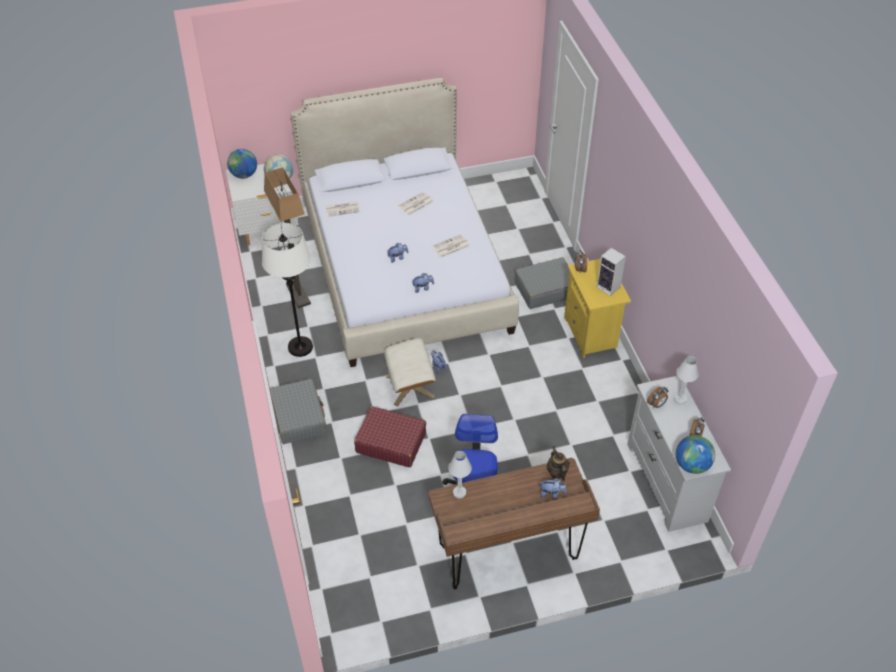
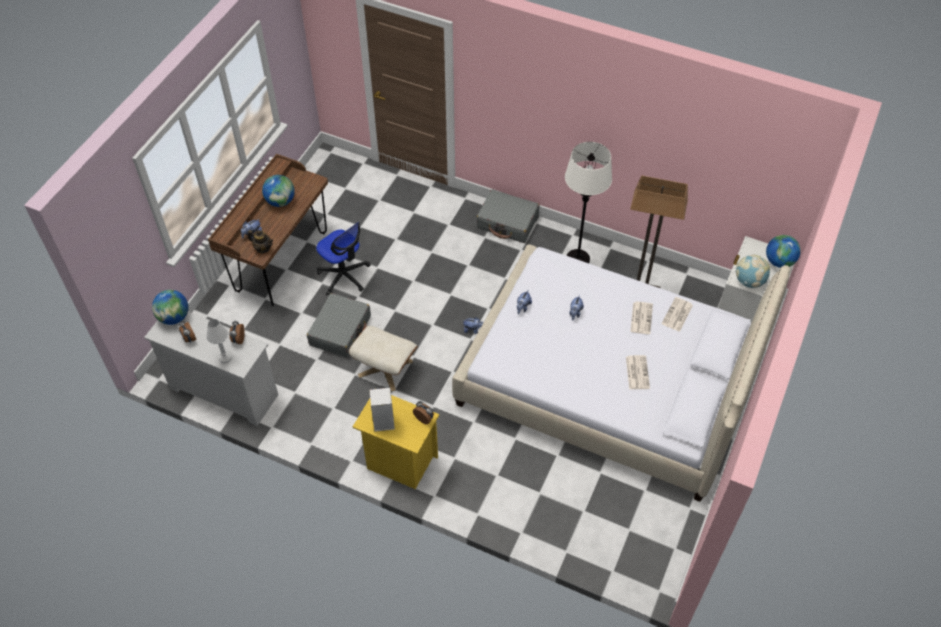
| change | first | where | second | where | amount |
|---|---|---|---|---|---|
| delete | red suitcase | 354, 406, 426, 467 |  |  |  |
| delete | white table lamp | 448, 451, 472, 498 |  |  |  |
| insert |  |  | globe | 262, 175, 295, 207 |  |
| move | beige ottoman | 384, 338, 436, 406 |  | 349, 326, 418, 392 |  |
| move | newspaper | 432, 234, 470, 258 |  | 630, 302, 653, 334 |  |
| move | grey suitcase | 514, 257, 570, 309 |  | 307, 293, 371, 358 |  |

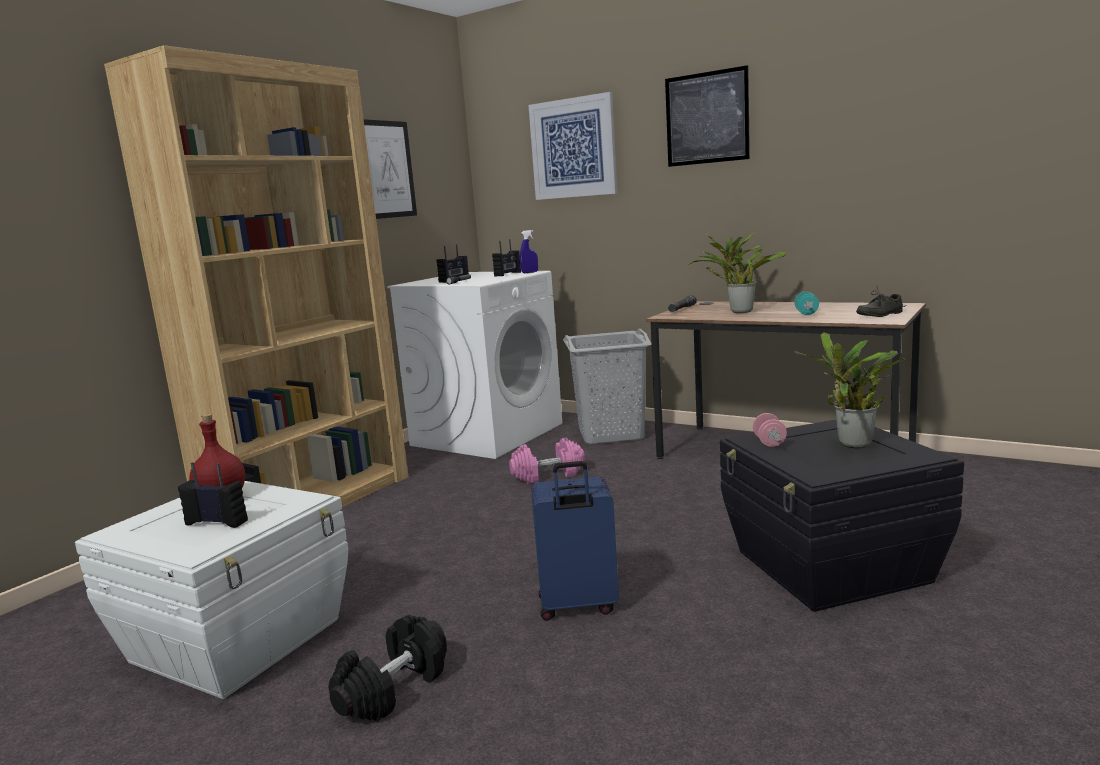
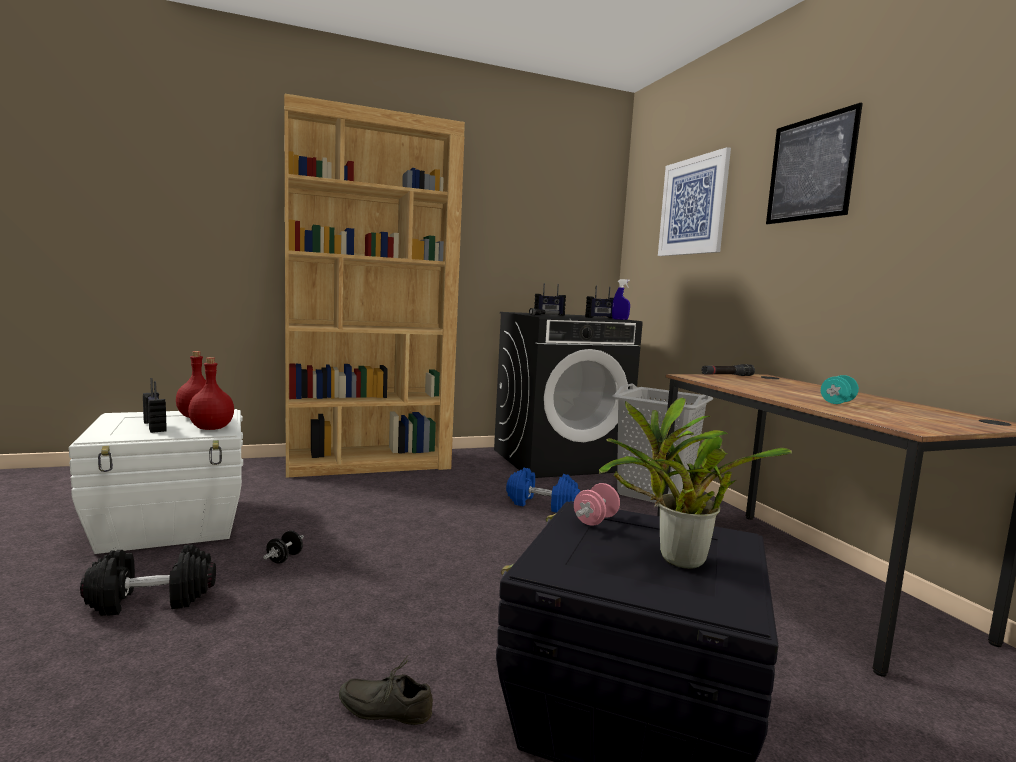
| change | first | where | second | where | amount |
|---|---|---|---|---|---|
| delete | picture | 364, 119, 417, 219 |  |  |  |
| delete | blue suitcase | 531, 461, 619, 621 |  |  |  |
| delete | potted plant | 688, 232, 786, 313 |  |  |  |
| insert |  |  | red bottle | 188, 357, 234, 430 |  |
| insert |  |  | black dumbbell | 263, 531, 304, 564 |  |
| move | grey shoe | 856, 285, 903, 317 |  | 339, 656, 433, 725 |  |
| recolor | white washing machine | 387, 271, 562, 459 | black washing machine | 494, 312, 643, 478 |  |
| recolor | pink dumbbell | 509, 438, 585, 484 | blue dumbbell | 506, 468, 580, 513 |  |

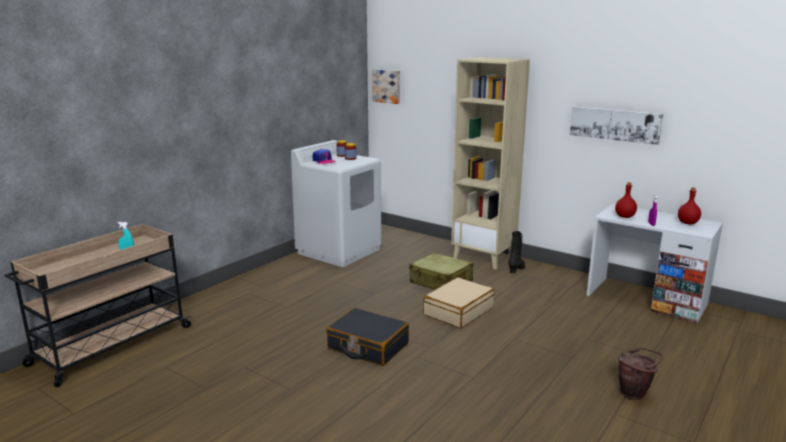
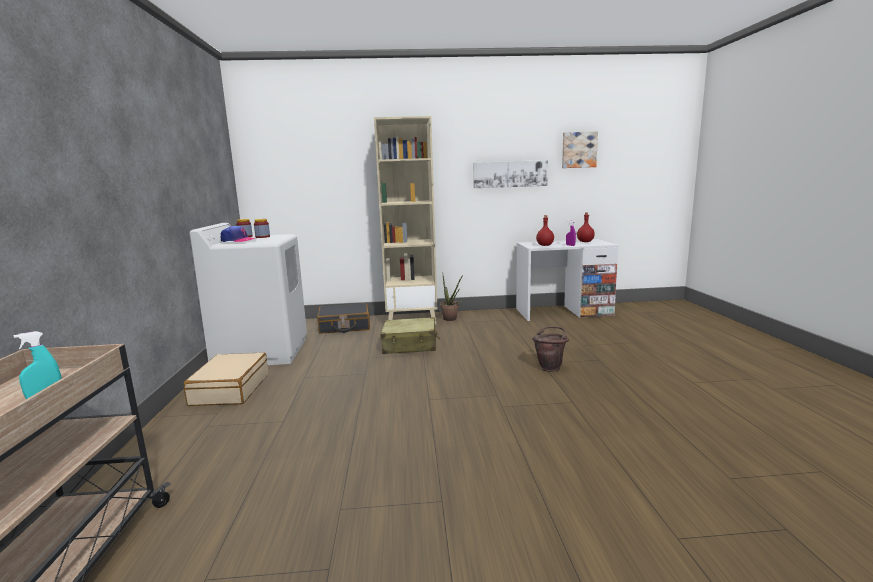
| change | first | where | second | where | amount |
|---|---|---|---|---|---|
| move | black suitcase | 326, 308, 409, 366 |  | 317, 303, 370, 334 |  |
| move | picture | 372, 69, 400, 104 |  | 562, 132, 598, 168 |  |
| move | beige suitcase | 423, 277, 494, 328 |  | 184, 352, 268, 406 |  |
| move | brown bucket | 619, 347, 663, 400 |  | 532, 326, 569, 372 |  |
| replace | black boot | 508, 231, 525, 273 | potted plant | 440, 275, 463, 321 |  |

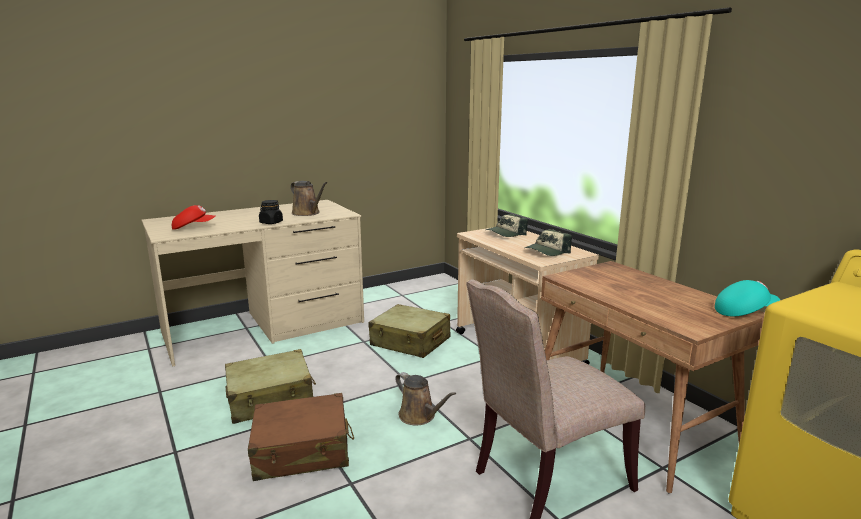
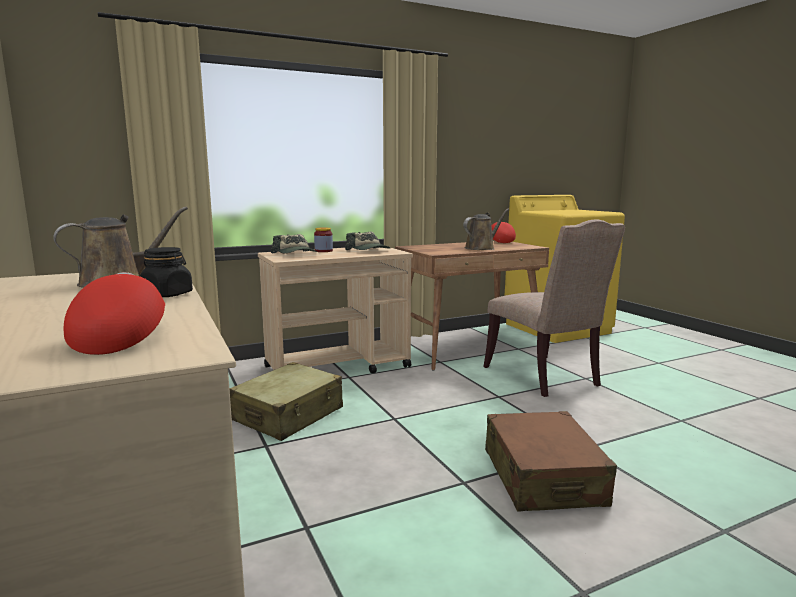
| change | first | where | second | where | amount |
|---|---|---|---|---|---|
| delete | beige suitcase | 225, 349, 316, 424 |  |  |  |
| insert |  |  | jar | 314, 227, 333, 252 |  |
| move | brown watering can | 395, 372, 456, 425 |  | 463, 209, 509, 250 |  |
| recolor | turquoise cap | 715, 280, 780, 317 | red cap | 492, 222, 516, 243 |  |

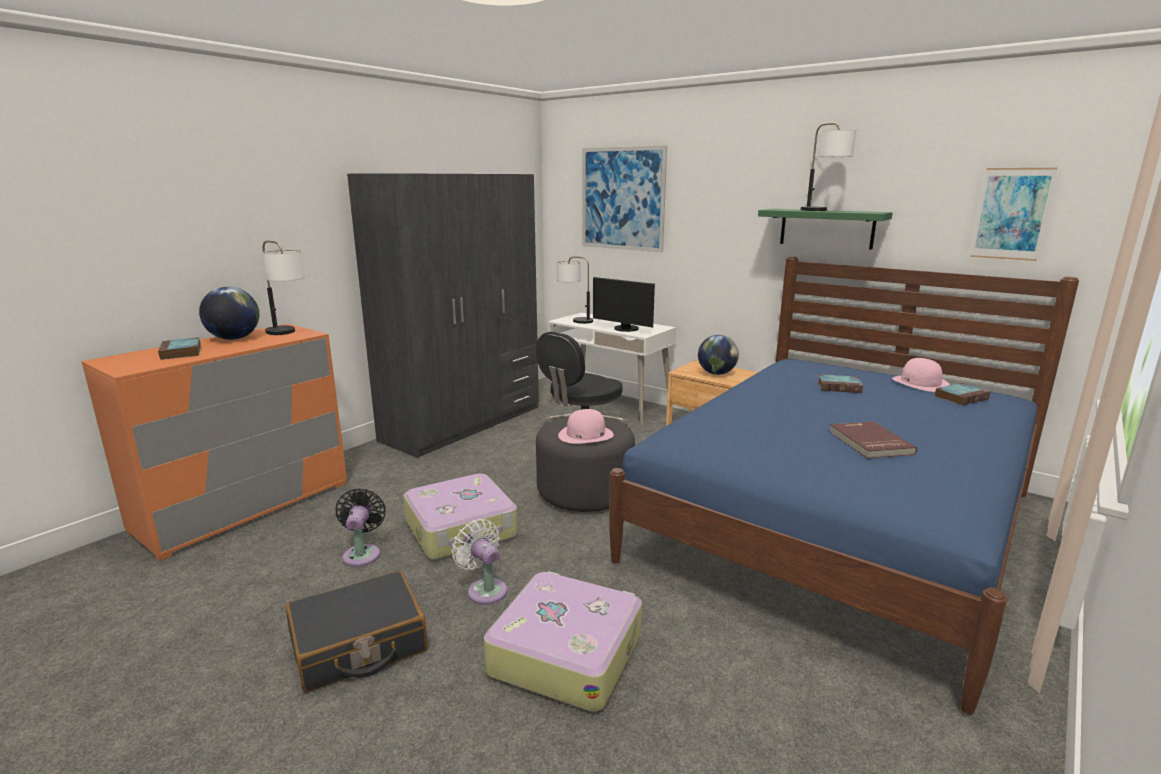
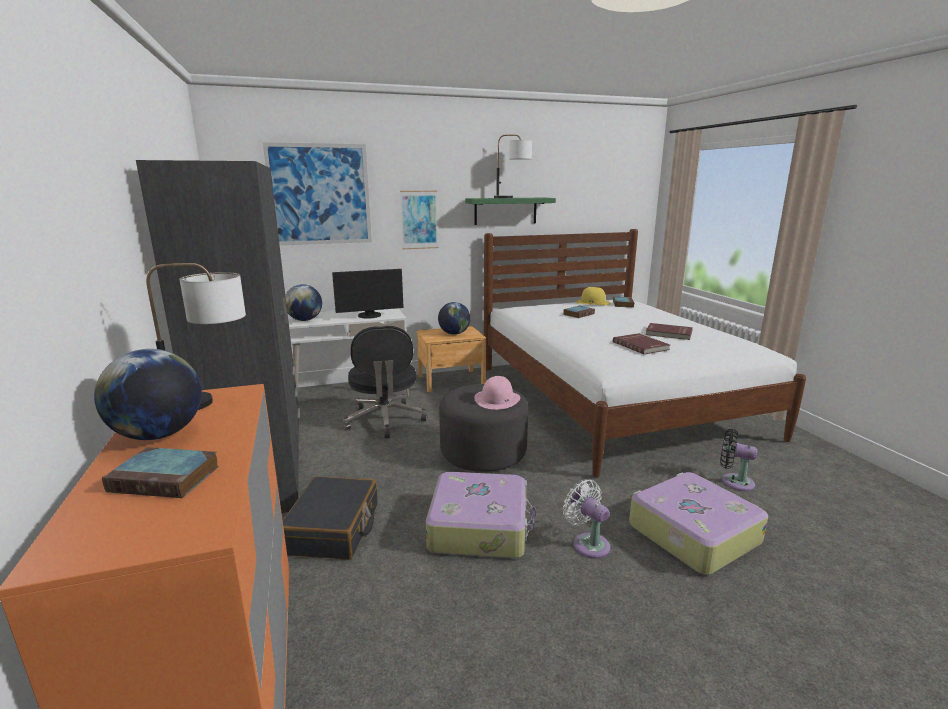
| change | first | where | second | where | amount |
|---|---|---|---|---|---|
| insert |  |  | red book | 613, 333, 670, 354 |  |
| move | black suitcase | 286, 571, 428, 692 |  | 283, 476, 378, 560 |  |
| move | black fan | 336, 488, 386, 567 |  | 720, 429, 757, 491 |  |
| move | picture | 970, 168, 1057, 261 |  | 400, 191, 438, 249 |  |
| replace | table lamp | 557, 256, 593, 324 | globe | 285, 284, 322, 321 |  |
| recolor | blue bed | 609, 256, 1079, 715 | white bed | 484, 229, 806, 477 |  |
| recolor | pink hat | 892, 358, 950, 392 | yellow hat | 576, 287, 610, 305 |  |
| rotate | white fan | 452, 519, 507, 605 |  | 563, 479, 610, 559 | 60 degrees clockwise |

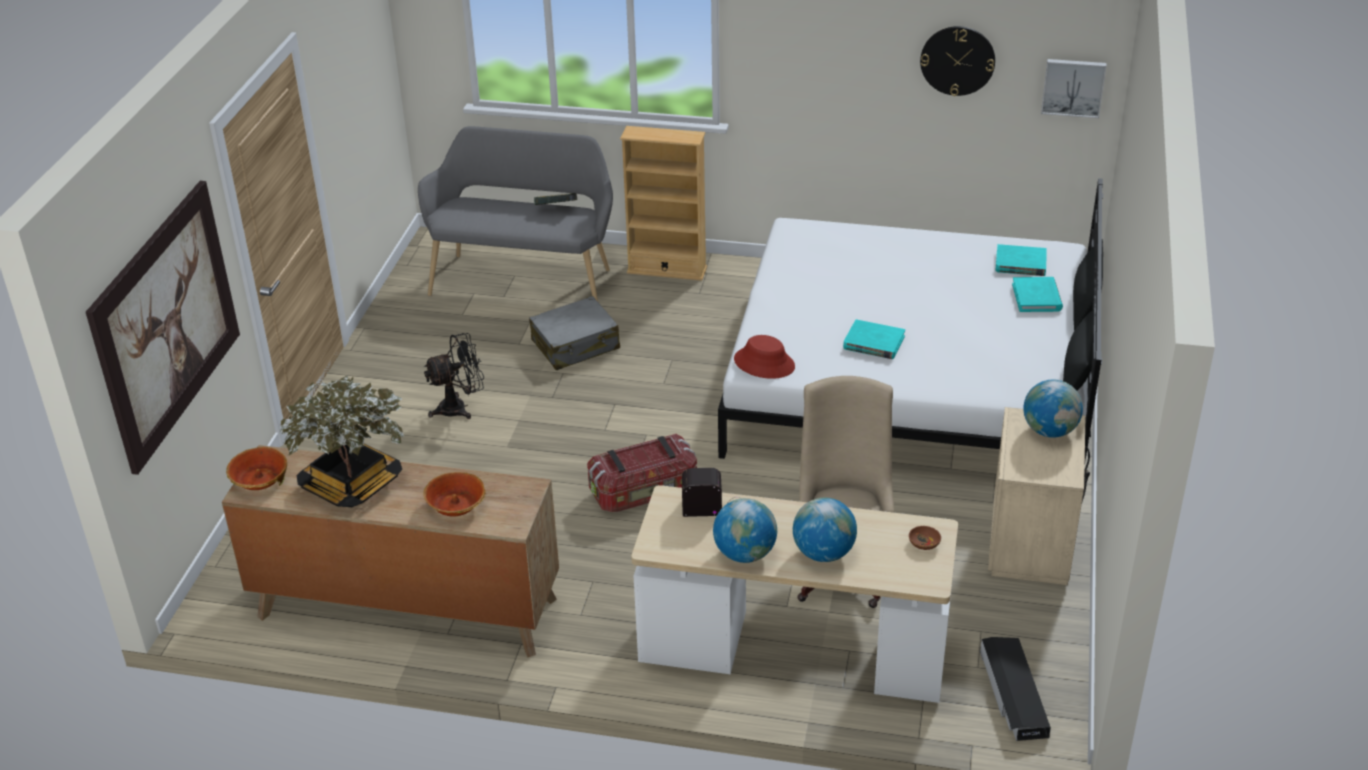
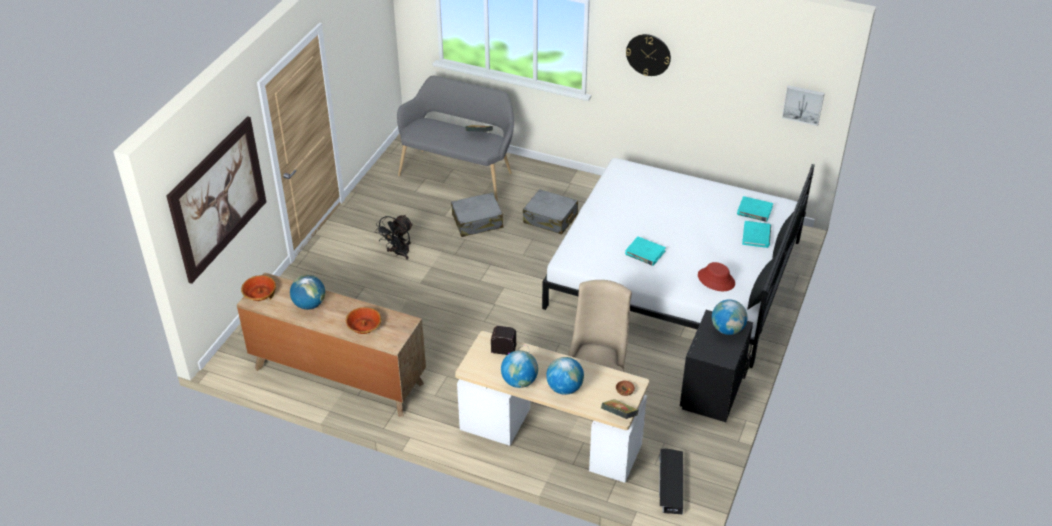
| change | first | where | second | where | amount |
|---|---|---|---|---|---|
| delete | storage box | 587, 434, 697, 512 |  |  |  |
| delete | beige bookcase | 620, 126, 707, 281 |  |  |  |
| insert |  |  | grey suitcase | 523, 189, 578, 235 |  |
| insert |  |  | book | 601, 399, 639, 419 |  |
| move | red hat | 734, 335, 795, 379 |  | 698, 262, 735, 291 |  |
| move | wall clock | 920, 26, 995, 96 |  | 626, 34, 671, 76 |  |
| replace | potted plant | 280, 375, 404, 507 | globe | 290, 275, 325, 310 |  |
| recolor | beige nightstand | 988, 407, 1090, 585 | black nightstand | 680, 310, 753, 422 |  |
| rotate | black fan | 424, 333, 484, 419 |  | 375, 215, 413, 260 | 135 degrees clockwise |

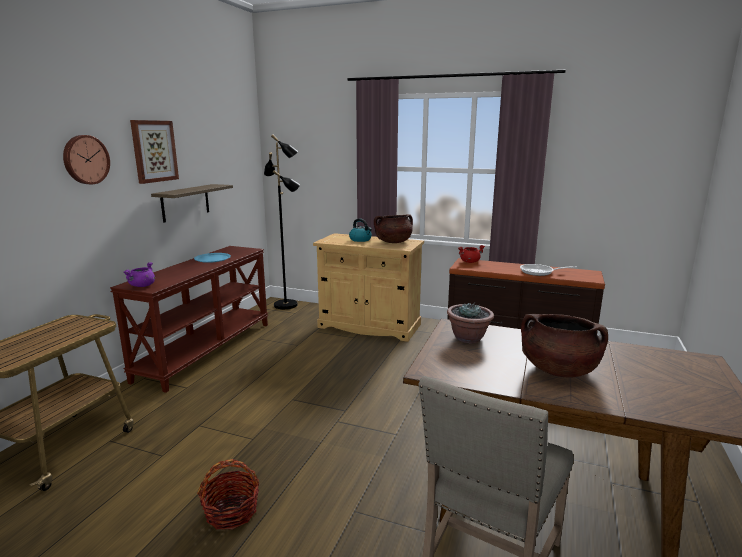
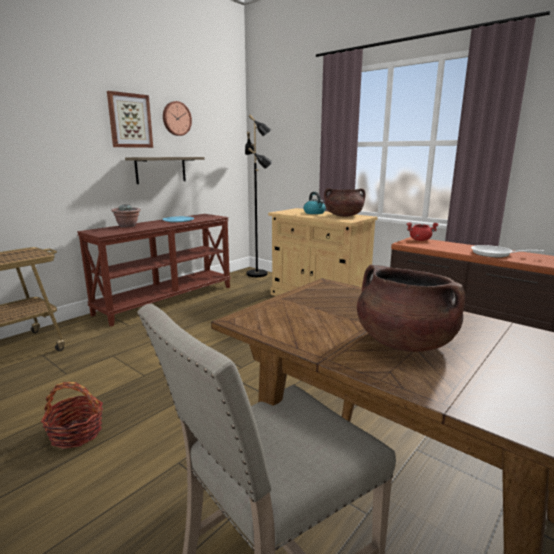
| change | first | where | second | where | amount |
|---|---|---|---|---|---|
| delete | purple cooking pot | 124, 262, 155, 287 |  |  |  |
| move | wall clock | 63, 135, 110, 184 |  | 163, 101, 192, 136 |  |
| move | potted plant | 447, 303, 494, 343 |  | 111, 204, 141, 227 |  |

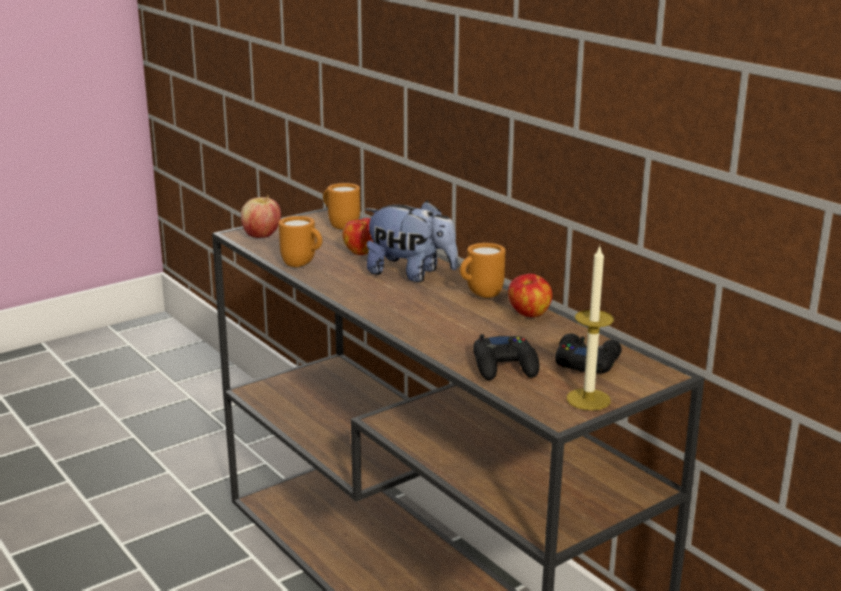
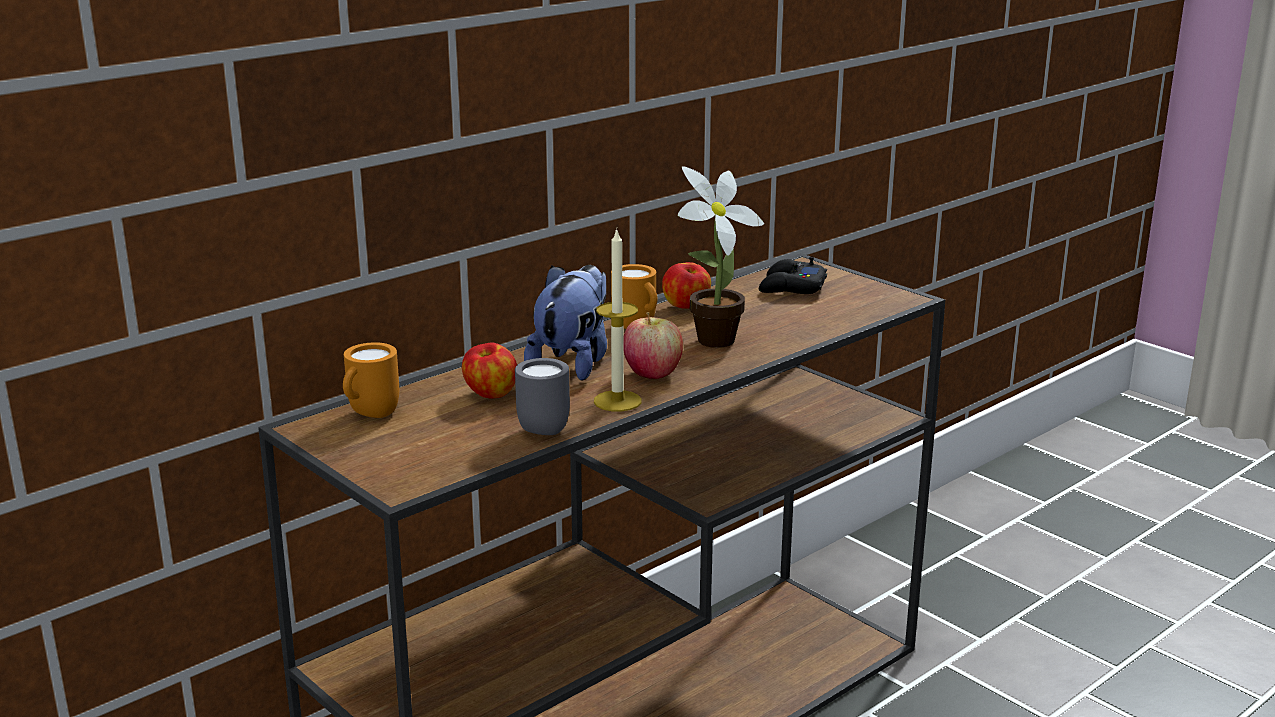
| change | first | where | second | where | amount |
|---|---|---|---|---|---|
| delete | black game controller | 473, 334, 539, 380 |  |  |  |
| insert |  |  | potted plant | 678, 166, 764, 348 |  |
| move | apple | 241, 195, 281, 238 |  | 623, 312, 683, 379 |  |
| move | candle | 567, 245, 614, 410 |  | 594, 228, 642, 412 |  |
| recolor | orange mug | 279, 216, 322, 267 | grey mug | 515, 358, 570, 435 |  |

